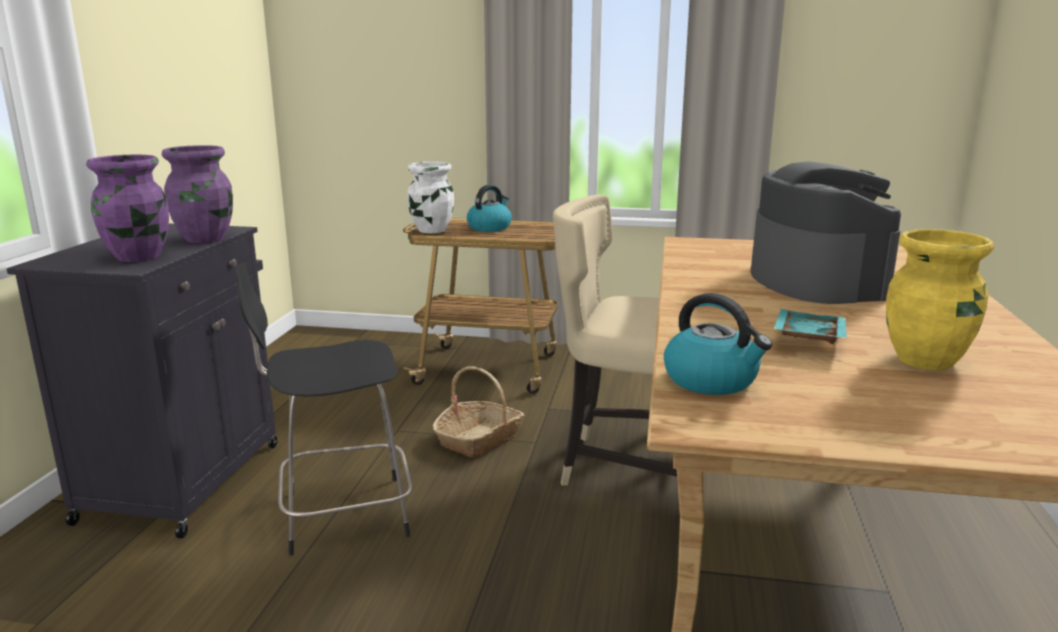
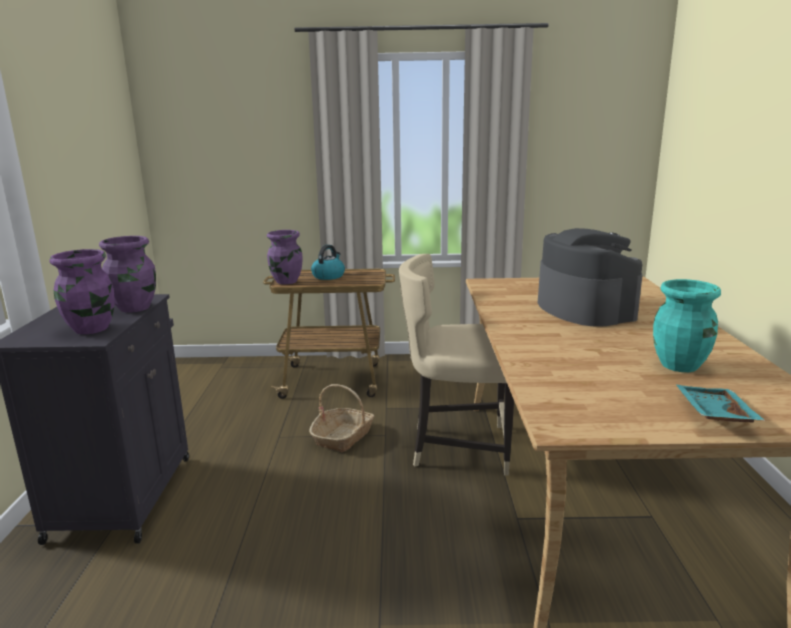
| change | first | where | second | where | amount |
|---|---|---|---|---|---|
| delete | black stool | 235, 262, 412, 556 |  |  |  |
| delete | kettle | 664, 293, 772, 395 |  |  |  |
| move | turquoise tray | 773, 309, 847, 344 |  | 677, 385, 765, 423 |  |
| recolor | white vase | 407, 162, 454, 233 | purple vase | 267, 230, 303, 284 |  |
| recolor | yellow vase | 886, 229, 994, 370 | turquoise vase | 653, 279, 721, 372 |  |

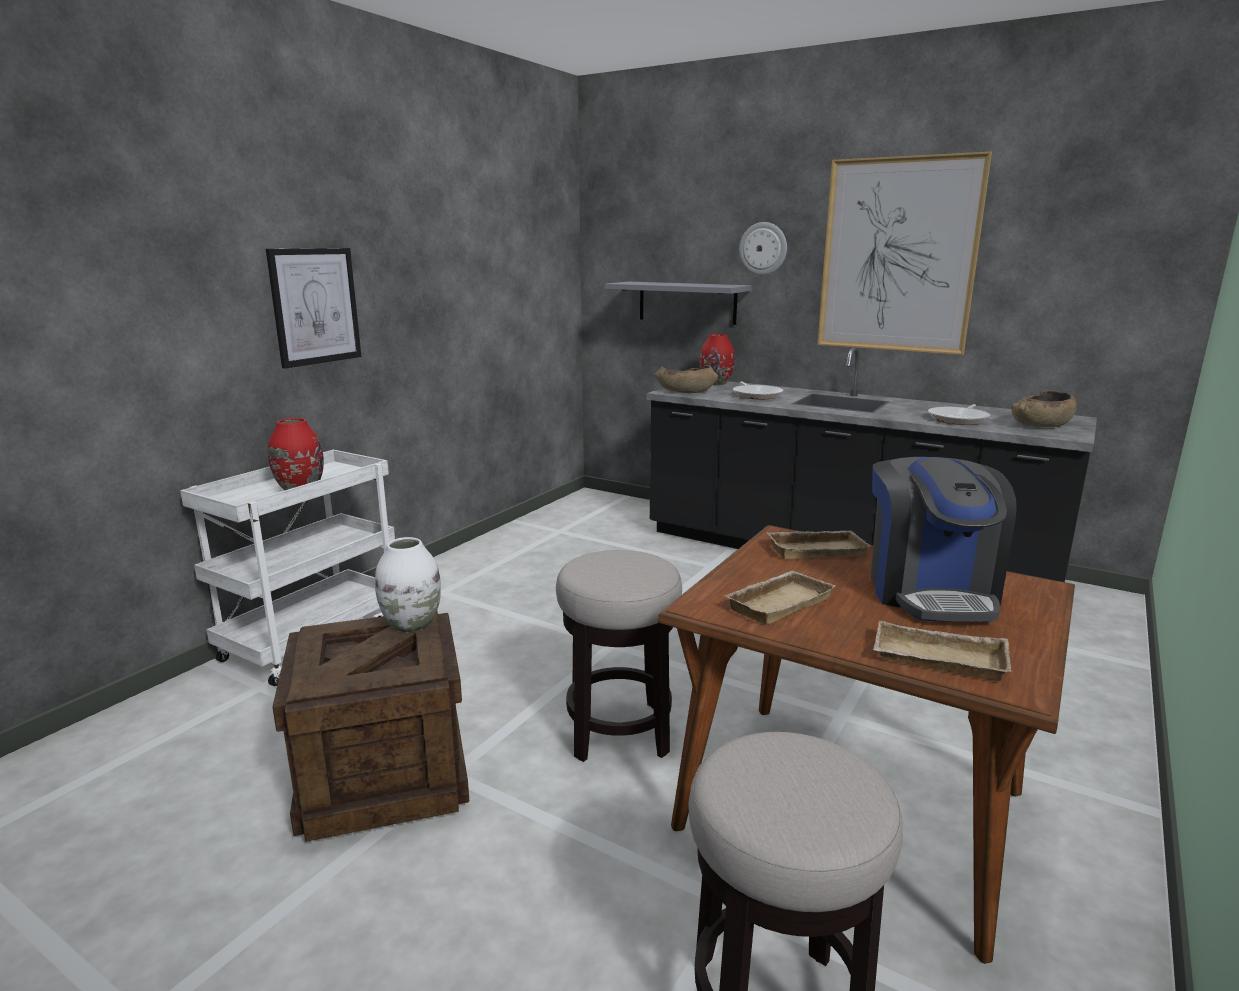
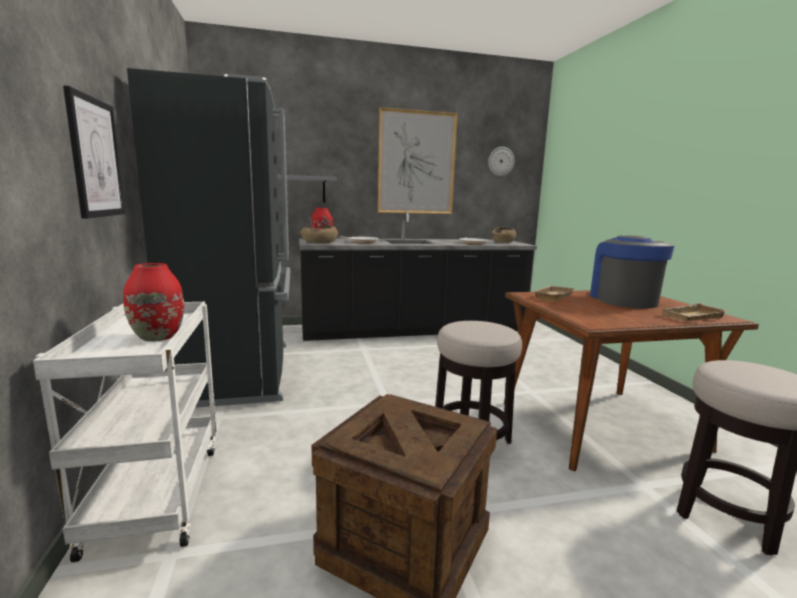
| change | first | where | second | where | amount |
|---|---|---|---|---|---|
| delete | white vase | 375, 537, 441, 632 |  |  |  |
| delete | beige tray | 723, 571, 835, 625 |  |  |  |
| insert |  |  | black fridge | 127, 68, 290, 408 |  |
| move | wall clock | 739, 222, 787, 275 |  | 488, 147, 515, 176 |  |
| rotate | coffee machine | 871, 457, 1017, 622 |  | 590, 235, 675, 308 | 135 degrees counterclockwise |

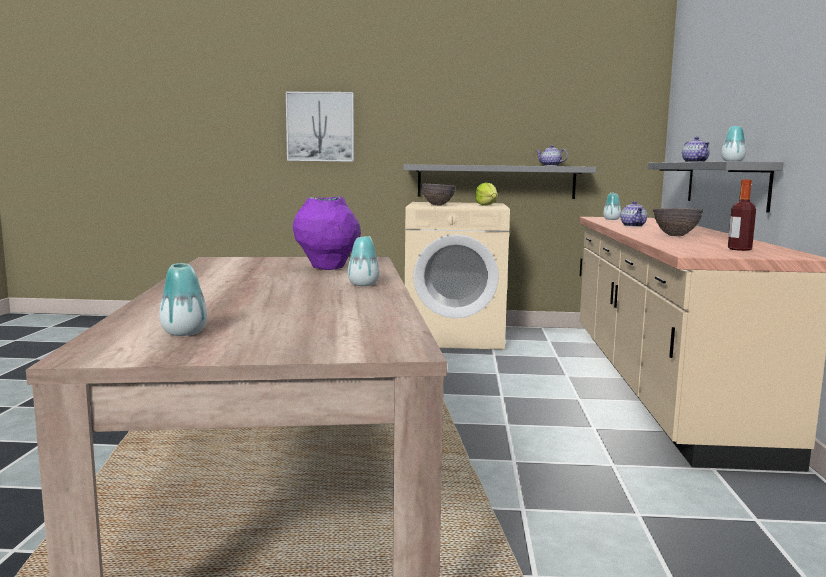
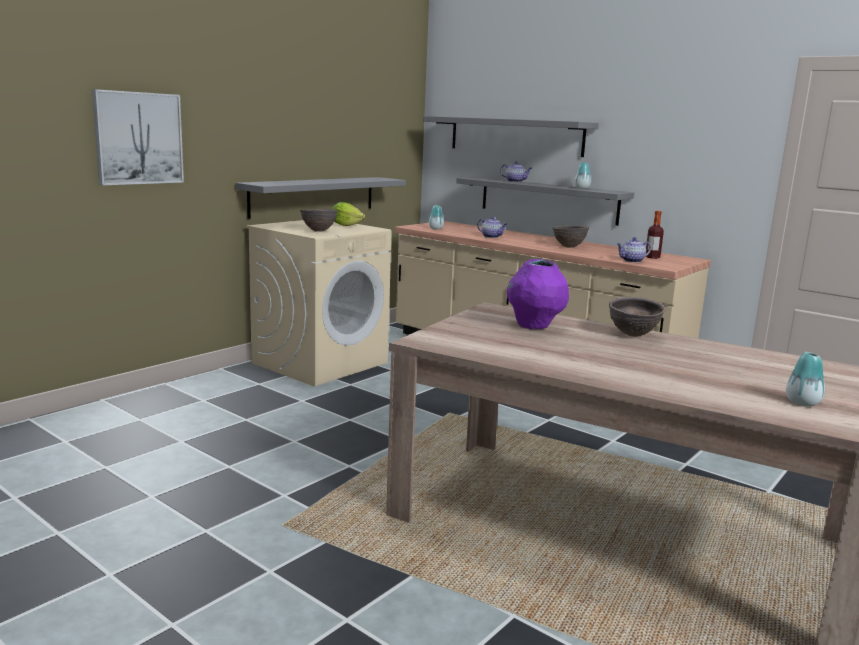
| change | first | where | second | where | amount |
|---|---|---|---|---|---|
| insert |  |  | grey shelf | 423, 116, 599, 157 |  |
| move | teapot | 536, 145, 568, 166 |  | 617, 237, 651, 263 |  |
| replace | vase | 348, 236, 380, 286 | brown bowl | 609, 297, 666, 337 |  |

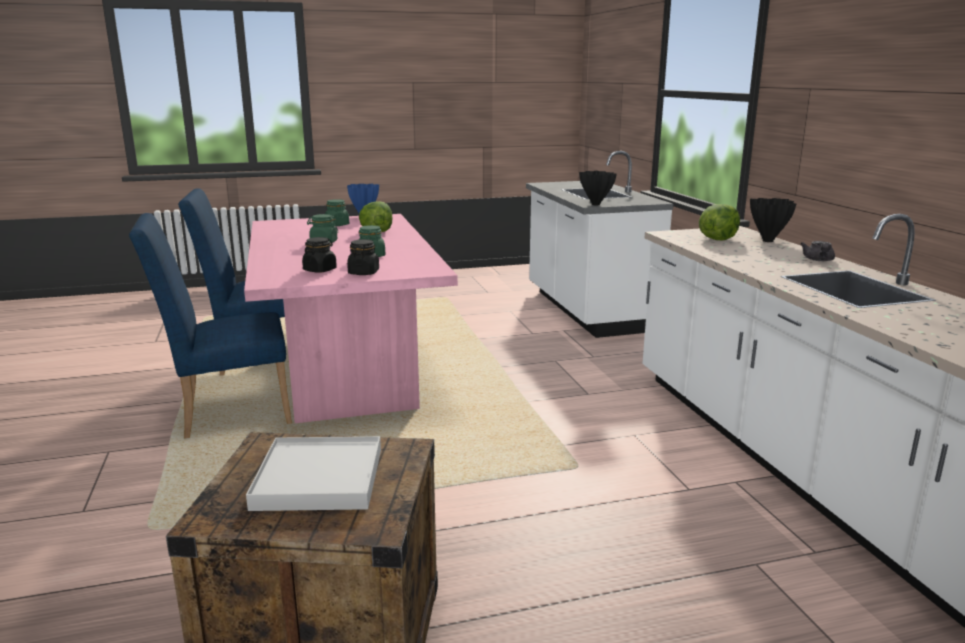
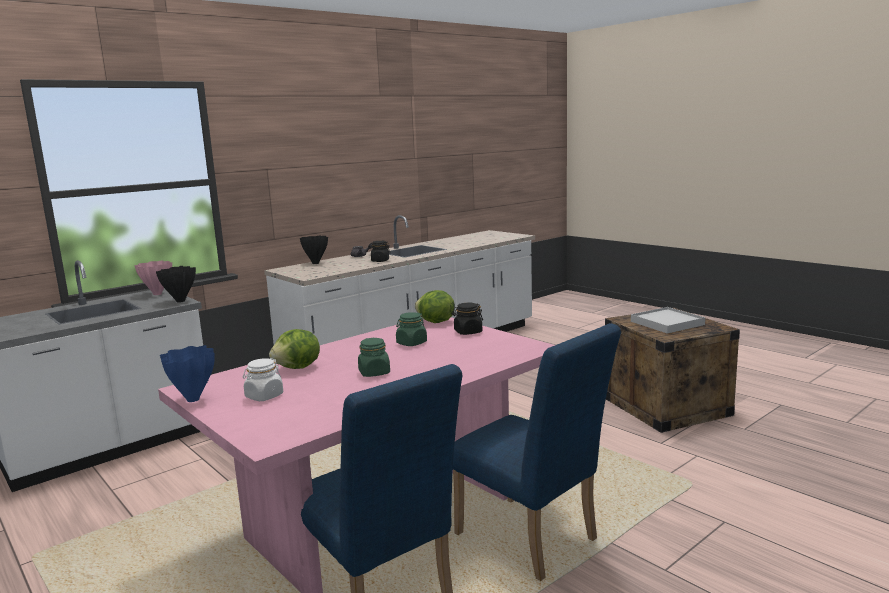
| change | first | where | second | where | amount |
|---|---|---|---|---|---|
| insert |  |  | pink vase | 134, 260, 172, 295 |  |
| move | black jar | 302, 237, 337, 273 |  | 368, 241, 391, 262 |  |
| move | lettuce | 699, 204, 740, 240 |  | 415, 290, 455, 323 |  |
| recolor | green jar | 325, 199, 349, 226 | white jar | 243, 358, 283, 401 |  |

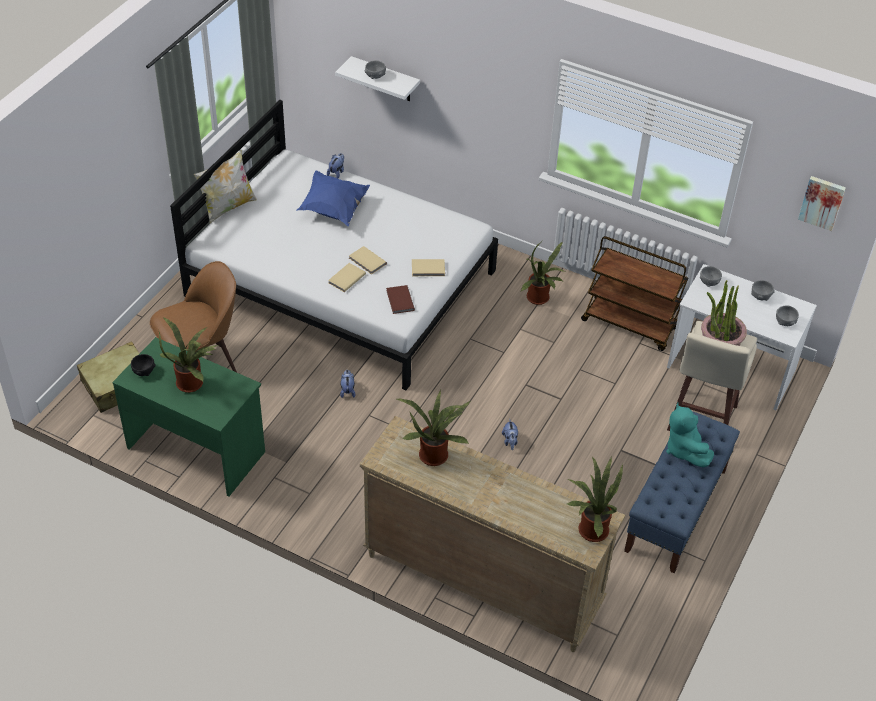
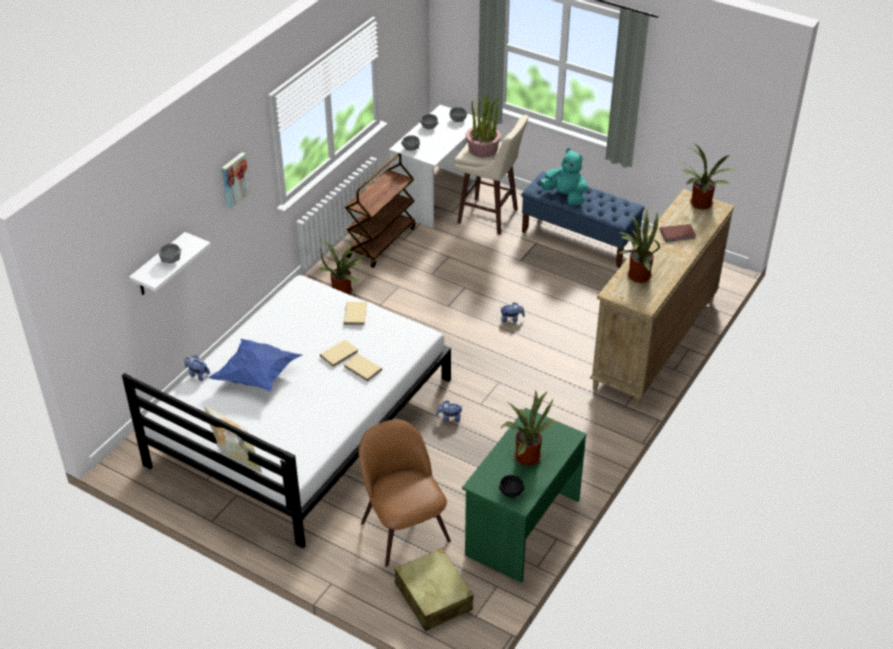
| change | first | where | second | where | amount |
|---|---|---|---|---|---|
| move | brown book | 386, 285, 415, 314 |  | 660, 224, 696, 242 |  |
| move | picture | 798, 176, 846, 231 |  | 222, 152, 251, 209 |  |
| rotate | turquoise plush toy | 666, 403, 714, 468 |  | 540, 148, 588, 206 | 135 degrees counterclockwise |

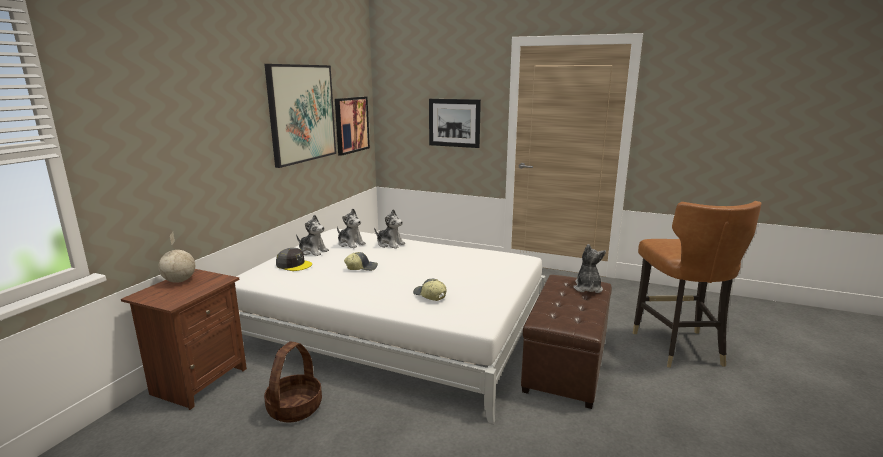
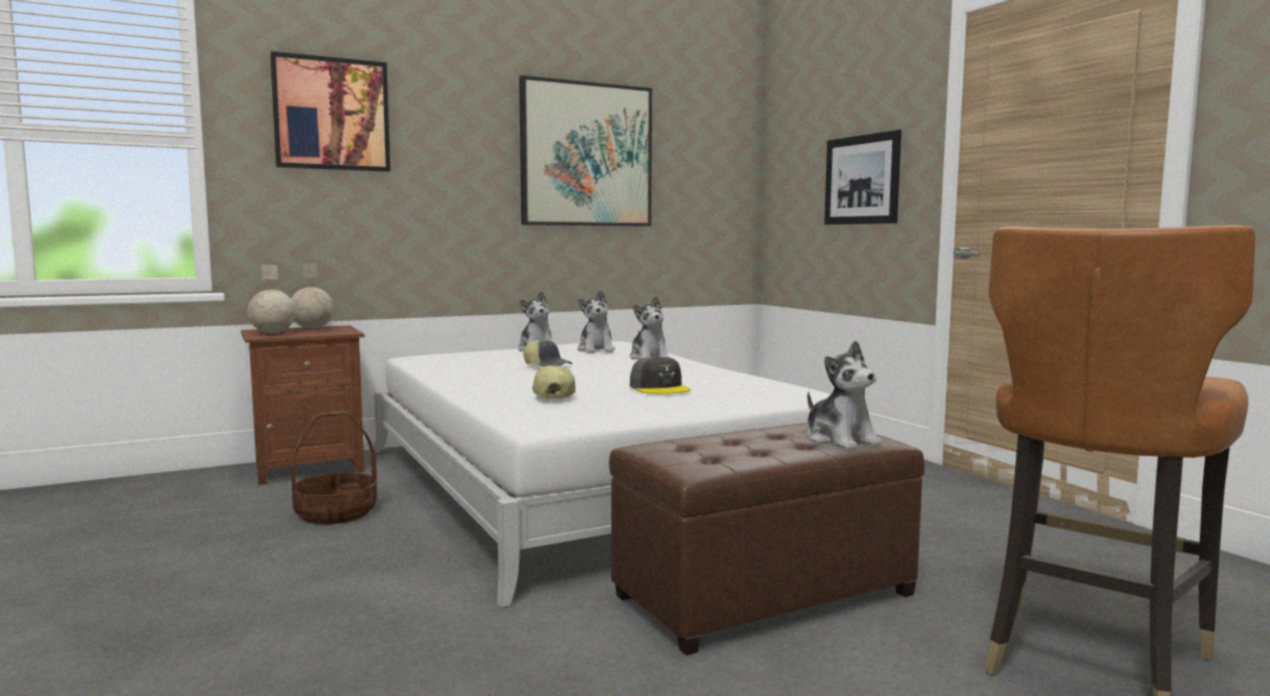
| change | first | where | second | where | amount |
|---|---|---|---|---|---|
| insert |  |  | globe | 248, 265, 296, 334 |  |
| move | grey cap | 276, 248, 312, 271 |  | 630, 356, 690, 394 |  |
| move | picture | 335, 97, 370, 156 |  | 270, 51, 390, 172 |  |
| rotate | plush toy | 573, 244, 606, 293 |  | 807, 341, 882, 450 | 105 degrees clockwise |

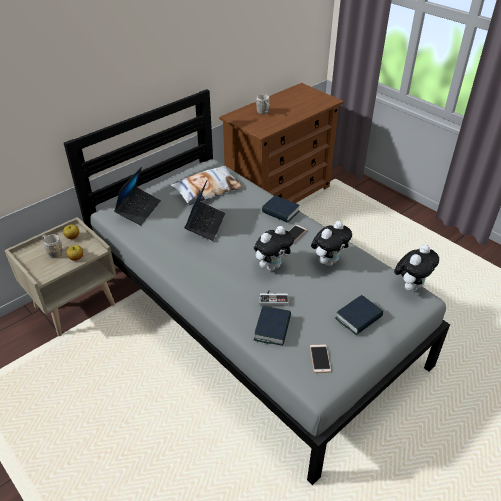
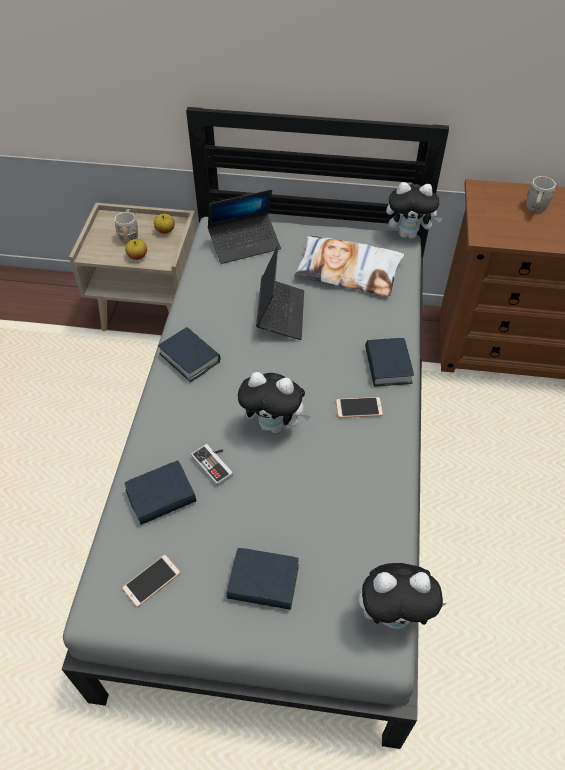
| change | first | where | second | where | amount |
|---|---|---|---|---|---|
| insert |  |  | book | 158, 327, 220, 382 |  |
| move | plush toy | 311, 221, 352, 266 |  | 386, 182, 443, 239 |  |
| rotate | laptop | 184, 181, 225, 241 |  | 256, 245, 304, 340 | 60 degrees counterclockwise |

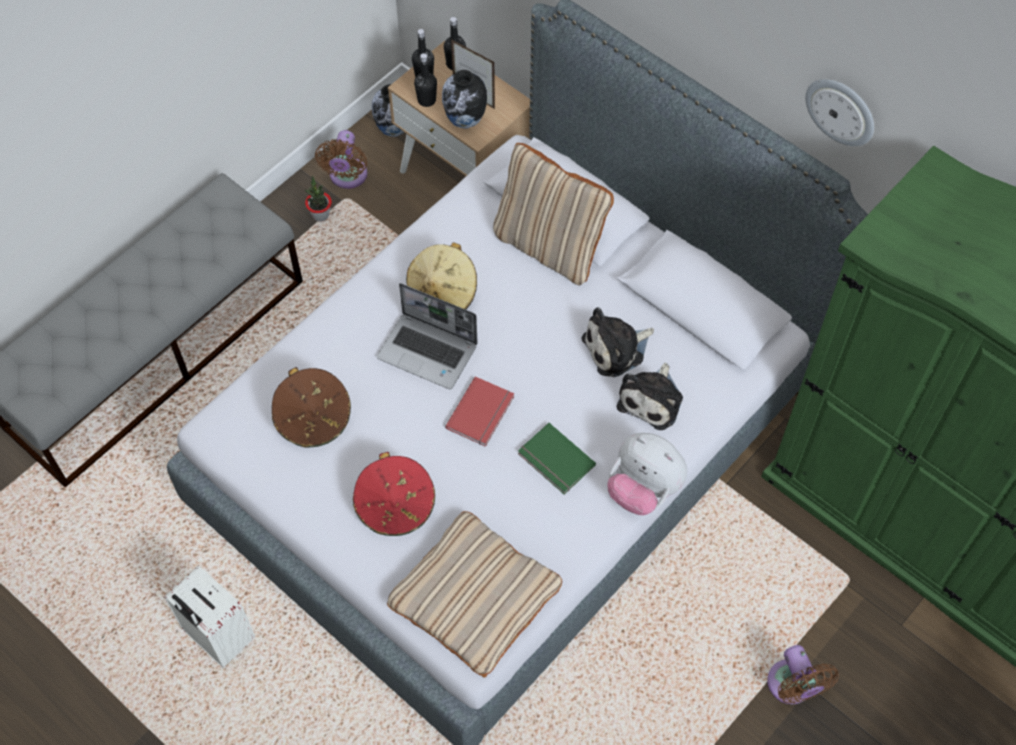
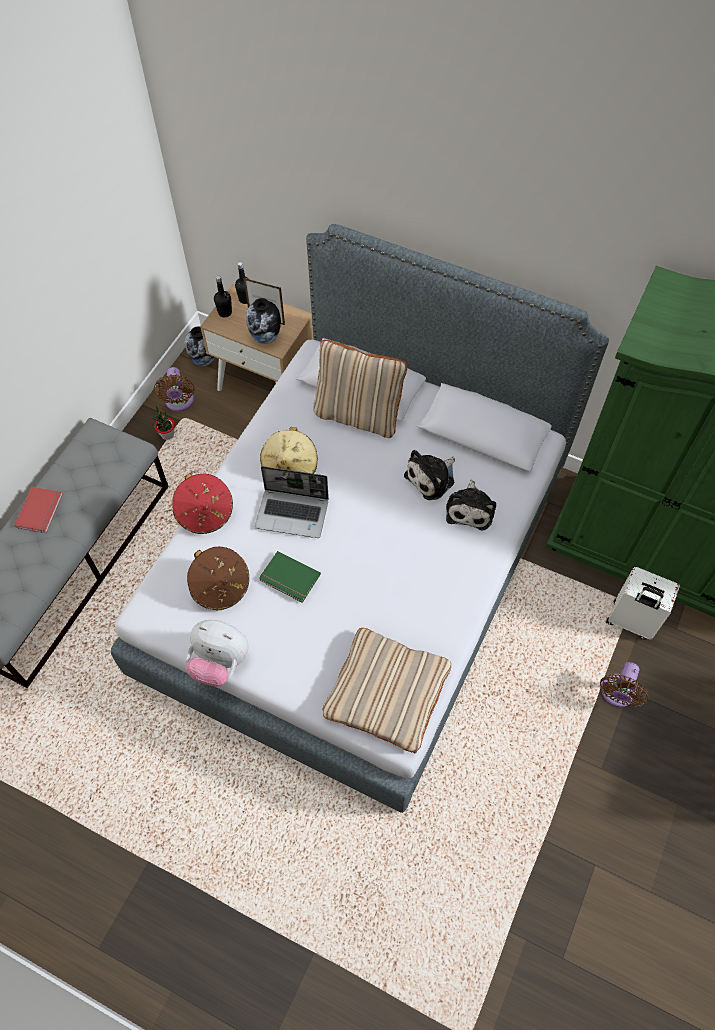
| change | first | where | second | where | amount |
|---|---|---|---|---|---|
| delete | black bottle | 414, 53, 437, 107 |  |  |  |
| delete | wall clock | 805, 79, 874, 146 |  |  |  |
| move | white suitcase | 164, 565, 255, 668 |  | 606, 567, 680, 640 |  |
| move | red hat | 353, 452, 435, 536 |  | 172, 473, 233, 534 |  |
| move | red book | 445, 376, 514, 447 |  | 14, 487, 63, 533 |  |
| move | green book | 518, 423, 596, 494 |  | 259, 551, 321, 603 |  |
| move | plush toy | 607, 433, 687, 515 |  | 186, 620, 248, 687 |  |
| rotate | brown fan | 767, 645, 839, 704 |  | 600, 662, 648, 707 | 60 degrees clockwise |

